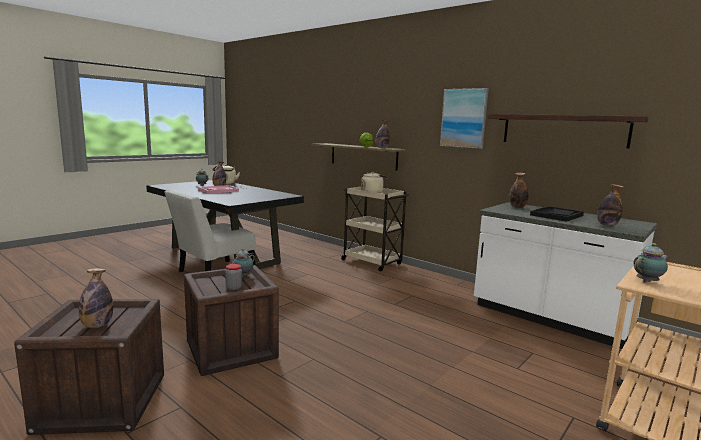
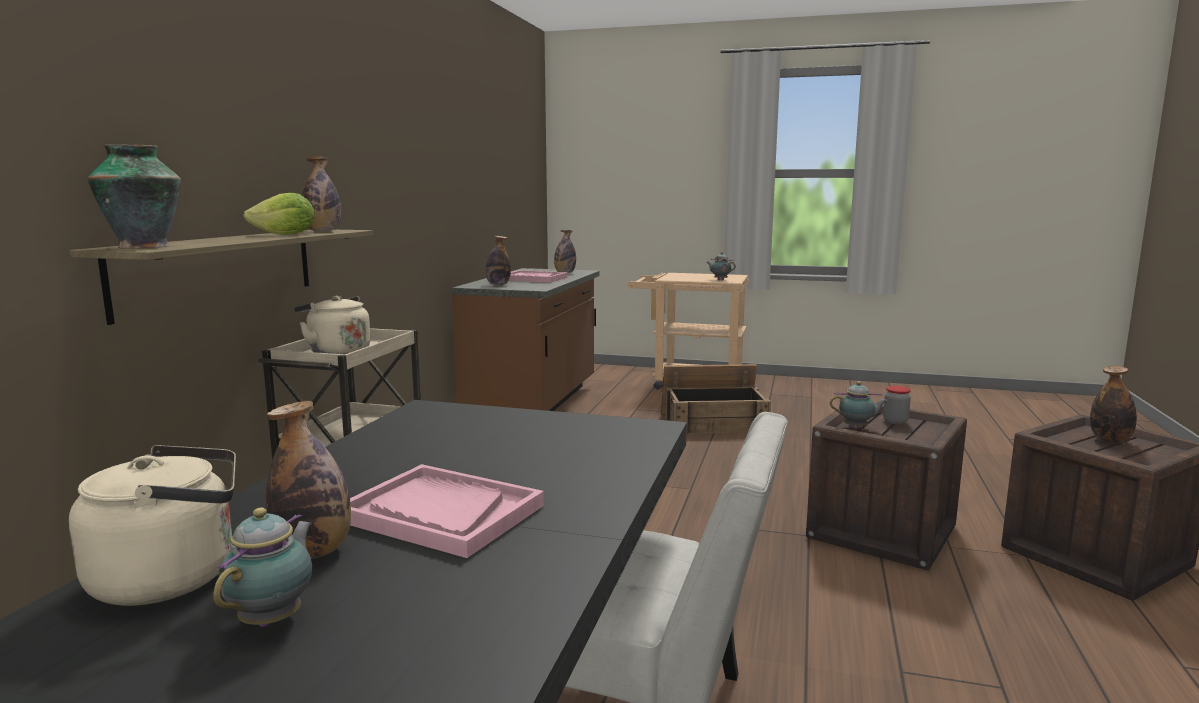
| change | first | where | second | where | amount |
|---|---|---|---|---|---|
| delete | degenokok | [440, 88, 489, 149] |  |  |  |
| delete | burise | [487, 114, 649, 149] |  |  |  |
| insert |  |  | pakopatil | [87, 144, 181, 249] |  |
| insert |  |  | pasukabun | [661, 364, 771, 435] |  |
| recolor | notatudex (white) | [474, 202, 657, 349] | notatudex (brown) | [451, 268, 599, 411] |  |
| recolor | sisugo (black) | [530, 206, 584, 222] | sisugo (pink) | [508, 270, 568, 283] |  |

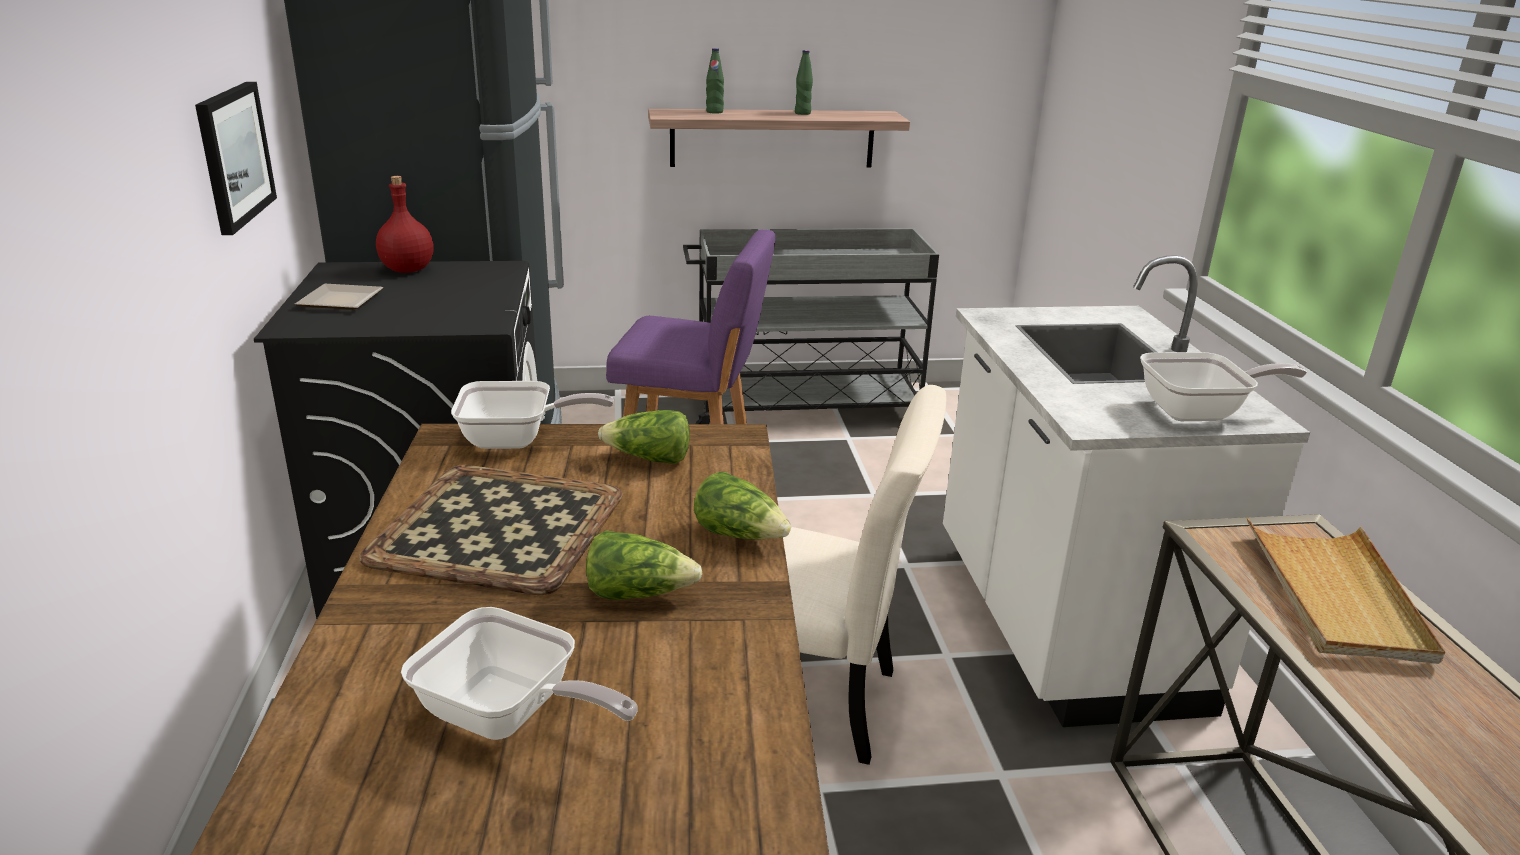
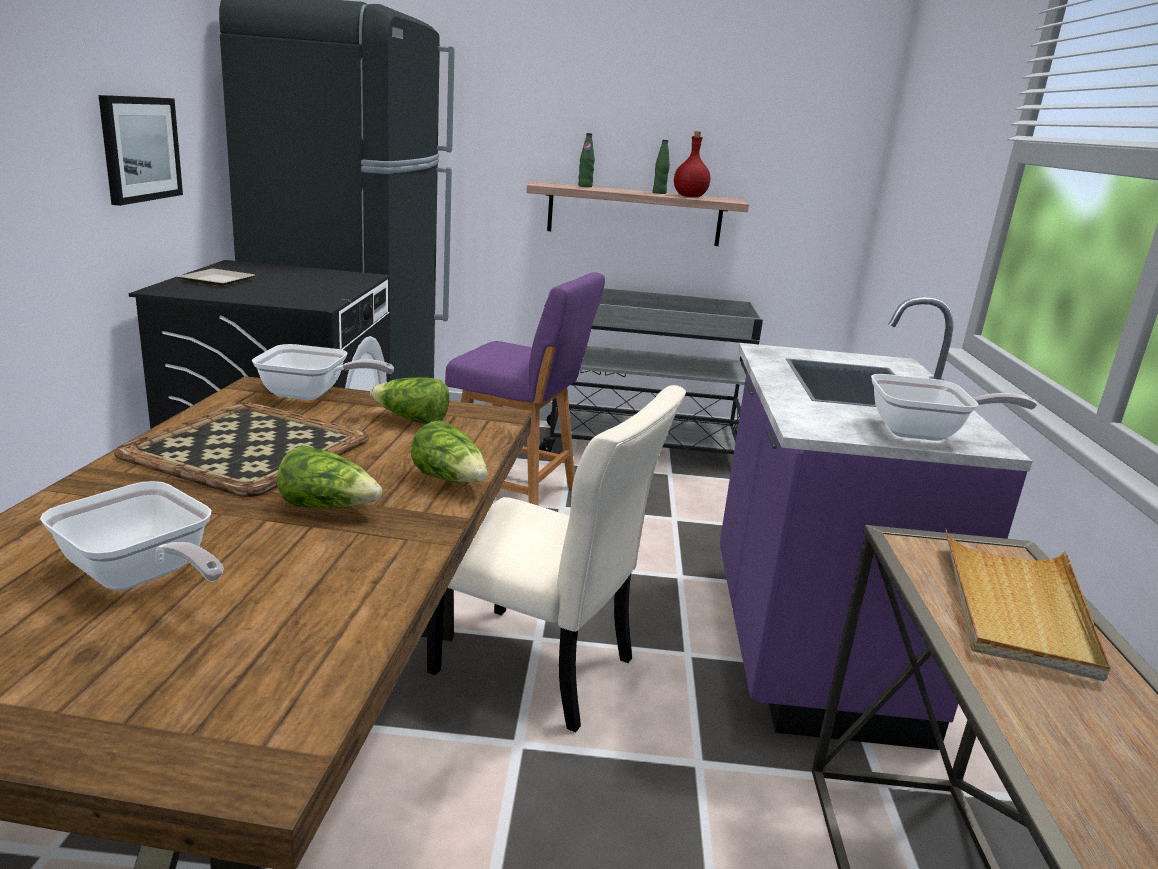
| change | first | where | second | where | amount |
|---|---|---|---|---|---|
| move | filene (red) | [376, 176, 434, 273] |  | [674, 131, 710, 197] |  |
| recolor | notatudex (white) | [943, 255, 1310, 727] | notatudex (purple) | [720, 297, 1033, 750] |  |

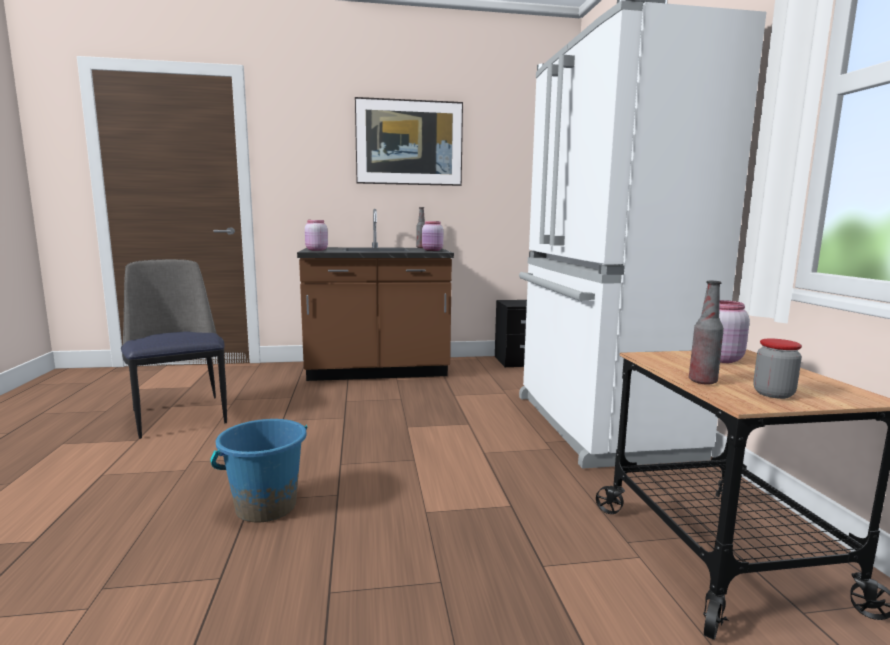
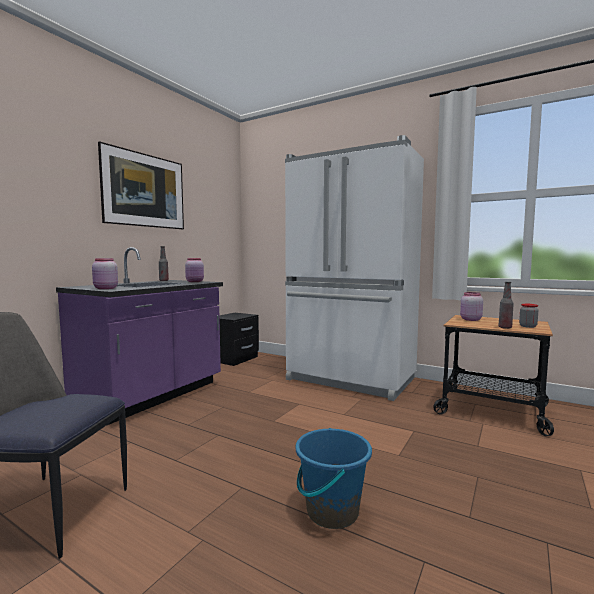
| change | first | where | second | where | amount |
|---|---|---|---|---|---|
| recolor | notatudex (brown) | [297, 209, 454, 381] | notatudex (purple) | [56, 247, 223, 426] |  |

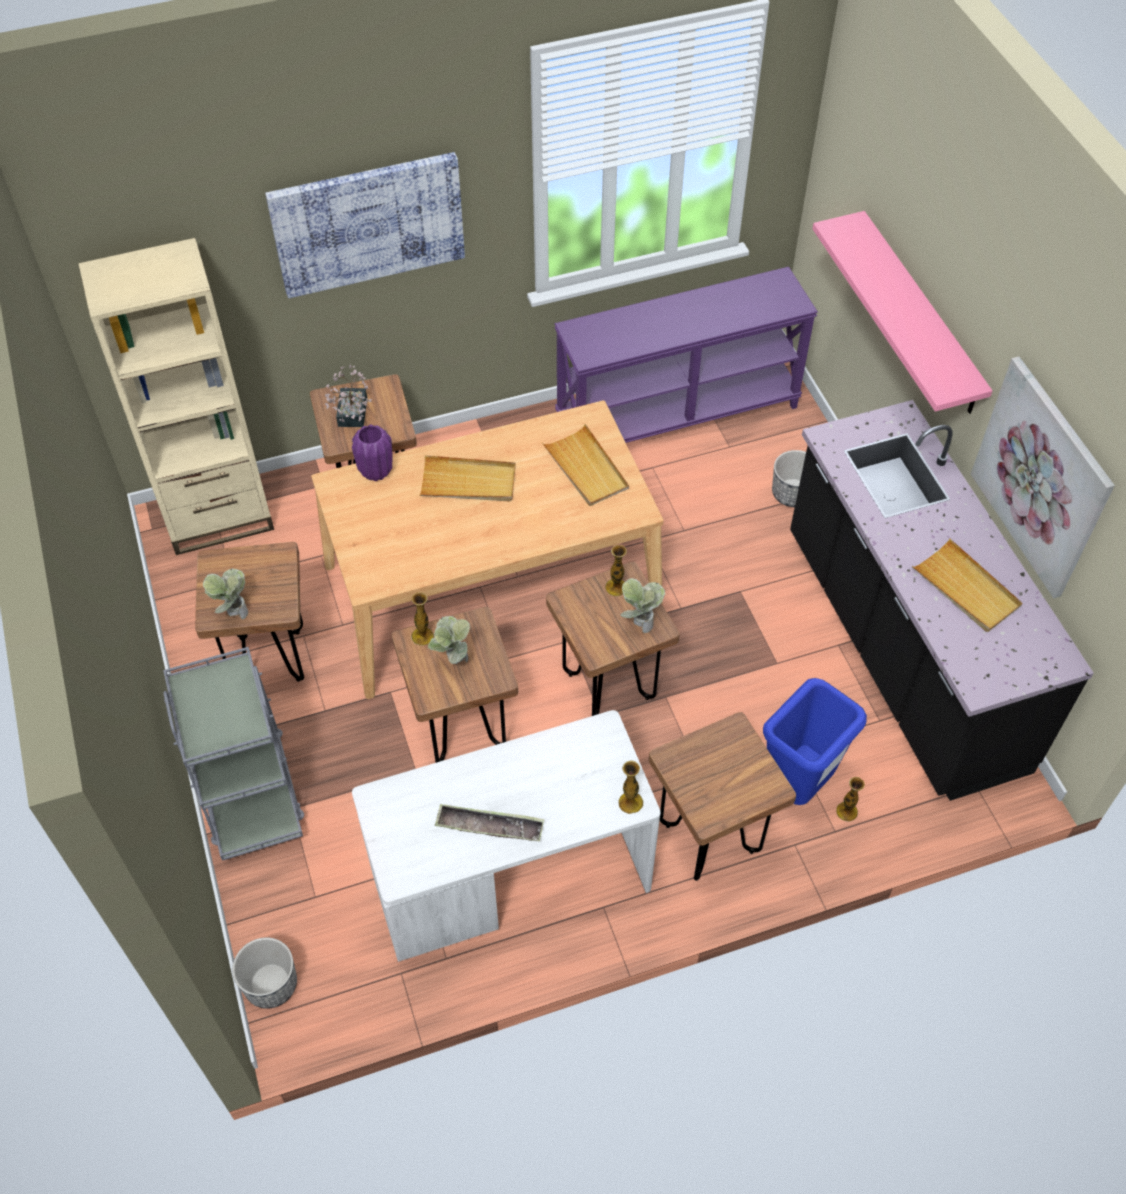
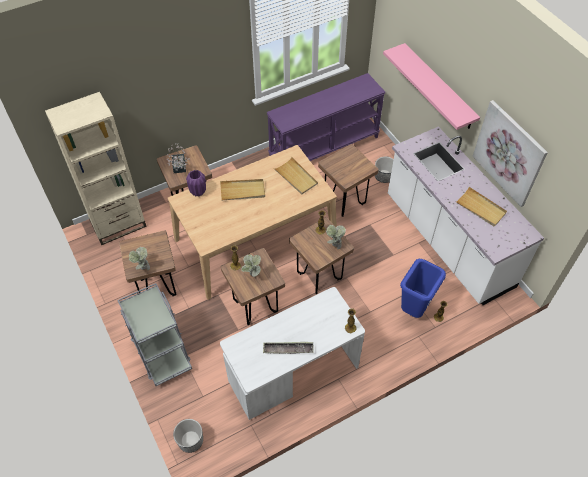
| change | first | where | second | where | amount |
|---|---|---|---|---|---|
| delete | degenokok | [265, 152, 465, 298] |  |  |  |
| move | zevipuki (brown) | [649, 712, 796, 881] |  | [318, 144, 379, 217] |  |
| recolor | notatudex (black) | [790, 400, 1094, 801] | notatudex (white) | [388, 127, 544, 305] |  |

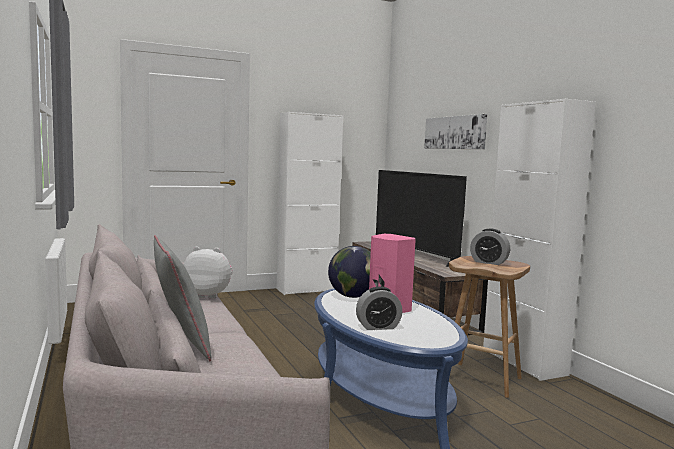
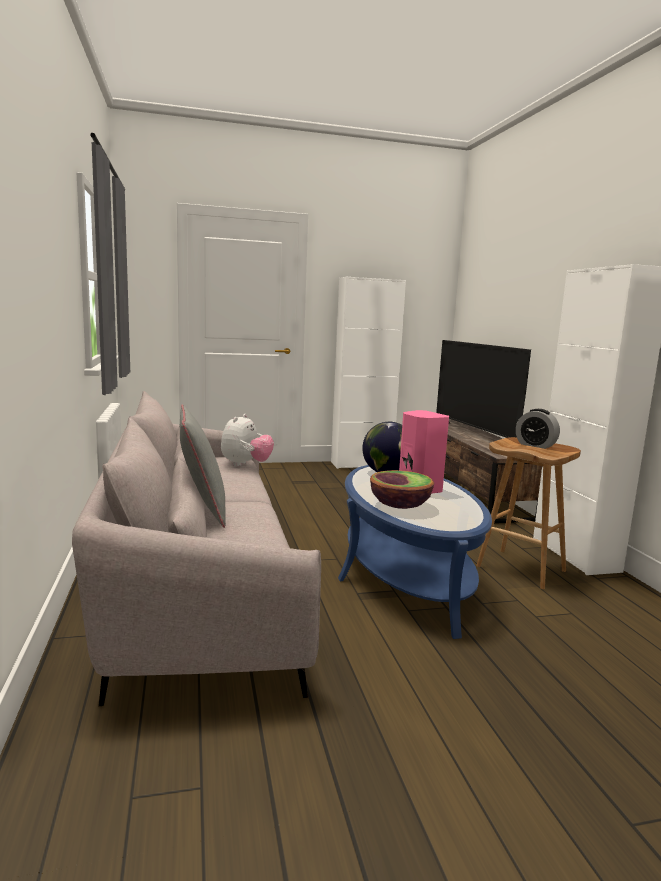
| change | first | where | second | where | amount |
|---|---|---|---|---|---|
| delete | degenokok | [424, 114, 487, 149] |  |  |  |
| replace | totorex | [356, 286, 402, 330] | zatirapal | [370, 470, 434, 509] |  |
| rotate | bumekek | [184, 246, 233, 299] |  | [221, 414, 274, 467] | 90 degrees clockwise |

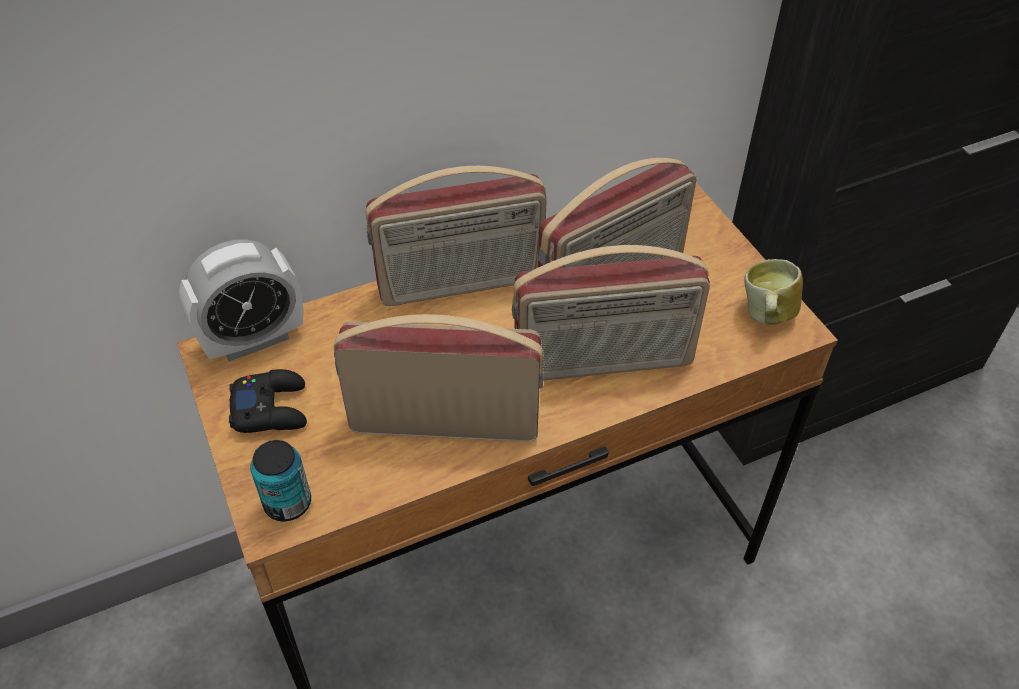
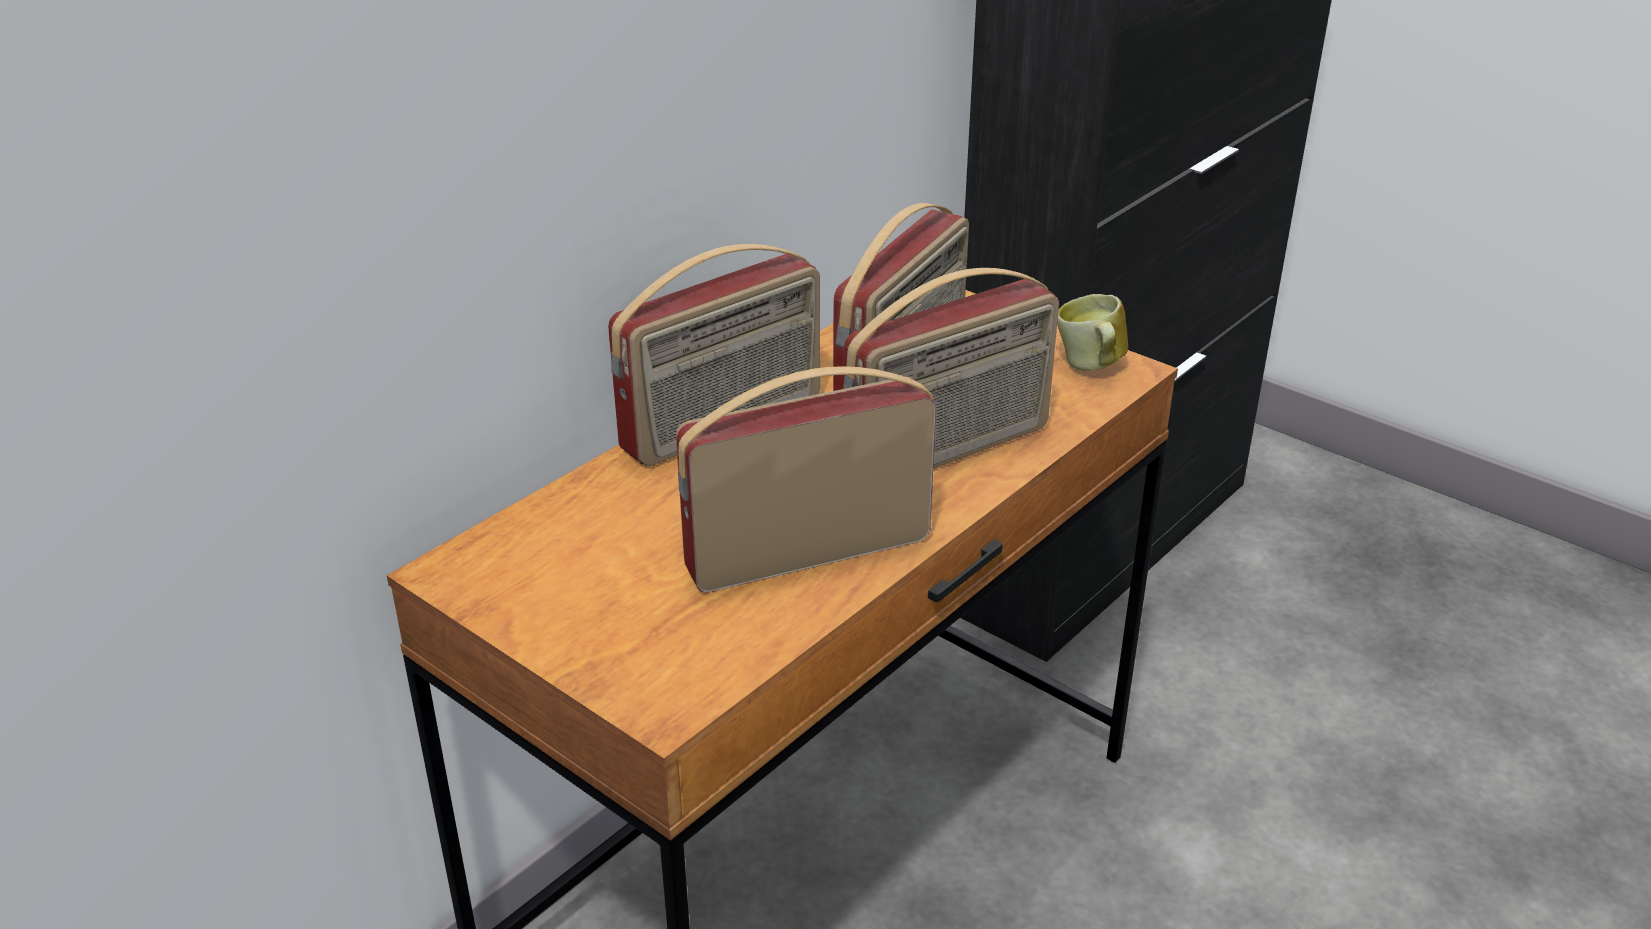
| change | first | where | second | where | amount |
|---|---|---|---|---|---|
| delete | totorex | [179, 240, 303, 362] |  |  |  |
| delete | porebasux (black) | [229, 369, 307, 433] |  |  |  |
| delete | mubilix | [250, 440, 311, 521] |  |  |  |

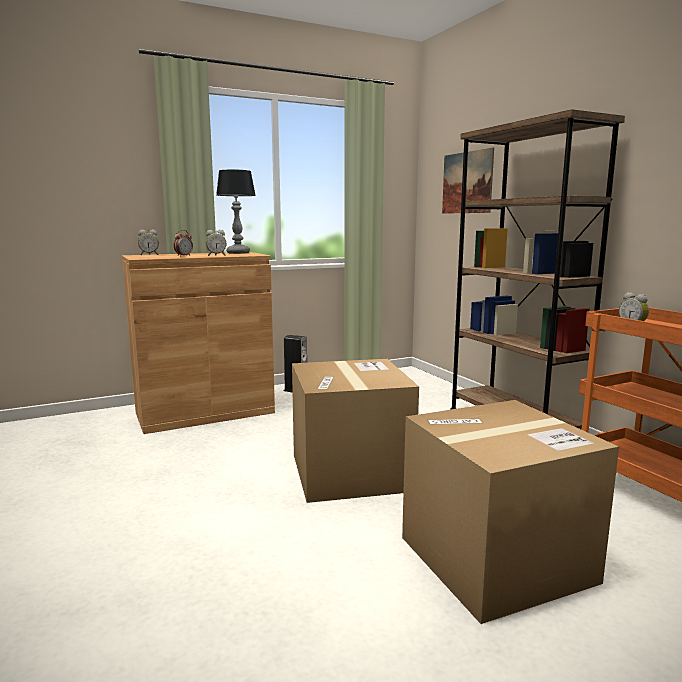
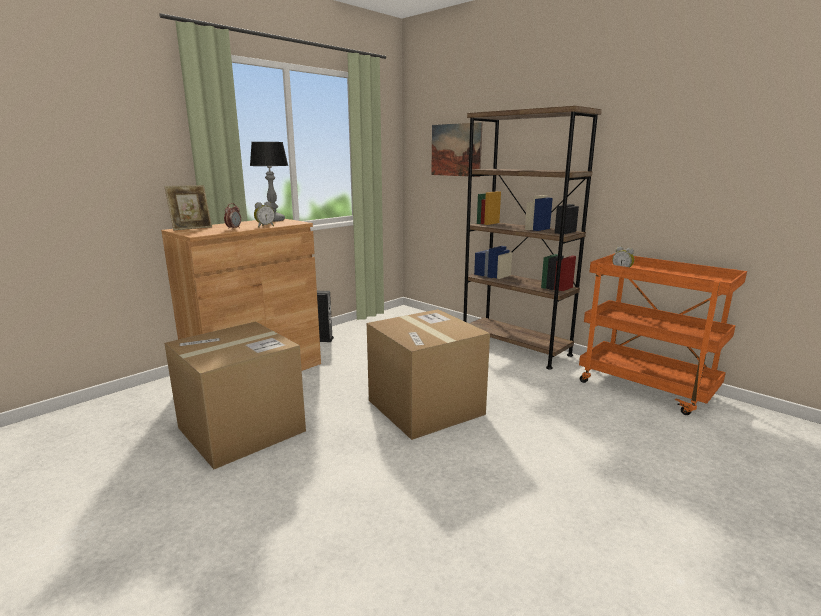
| change | first | where | second | where | amount |
|---|---|---|---|---|---|
| move | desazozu | [402, 400, 619, 624] |  | [164, 322, 306, 469] |  |
| replace | totorex | [138, 230, 159, 255] | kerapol | [165, 185, 212, 230] |  |

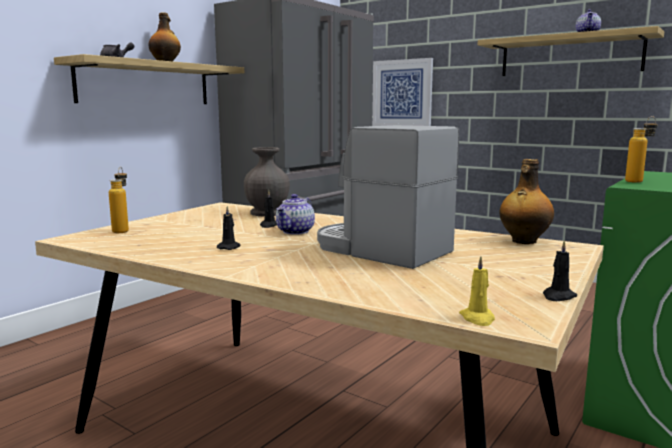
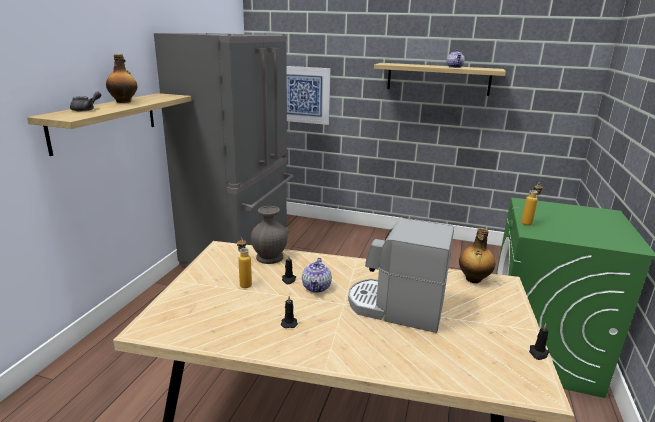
| change | first | where | second | where | amount |
|---|---|---|---|---|---|
| delete | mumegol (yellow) | [459, 256, 495, 326] |  |  |  |
| move | filene | [109, 167, 129, 233] |  | [237, 237, 252, 288] |  |

